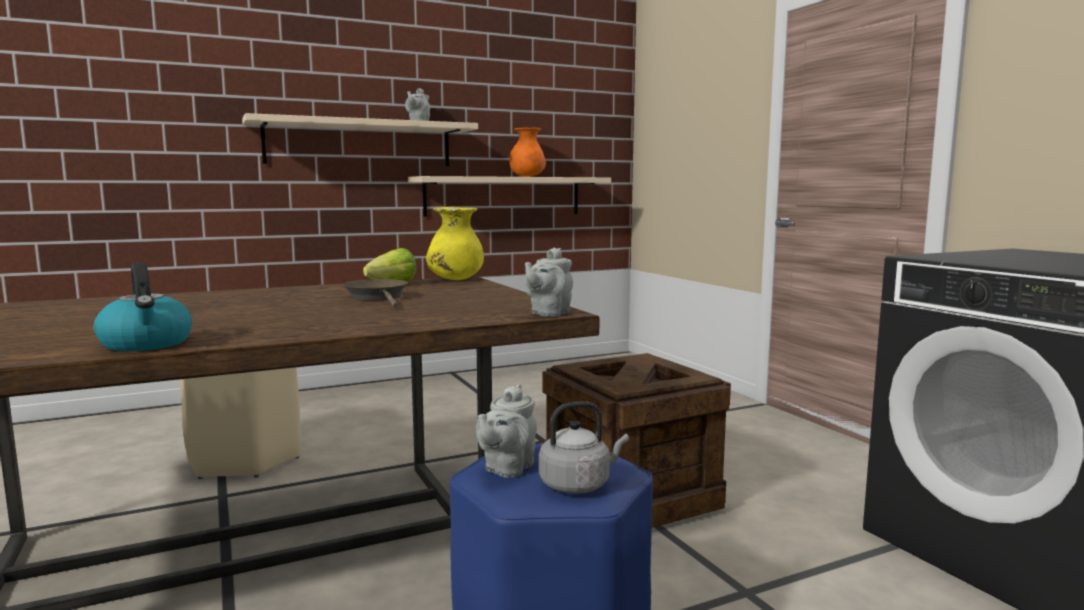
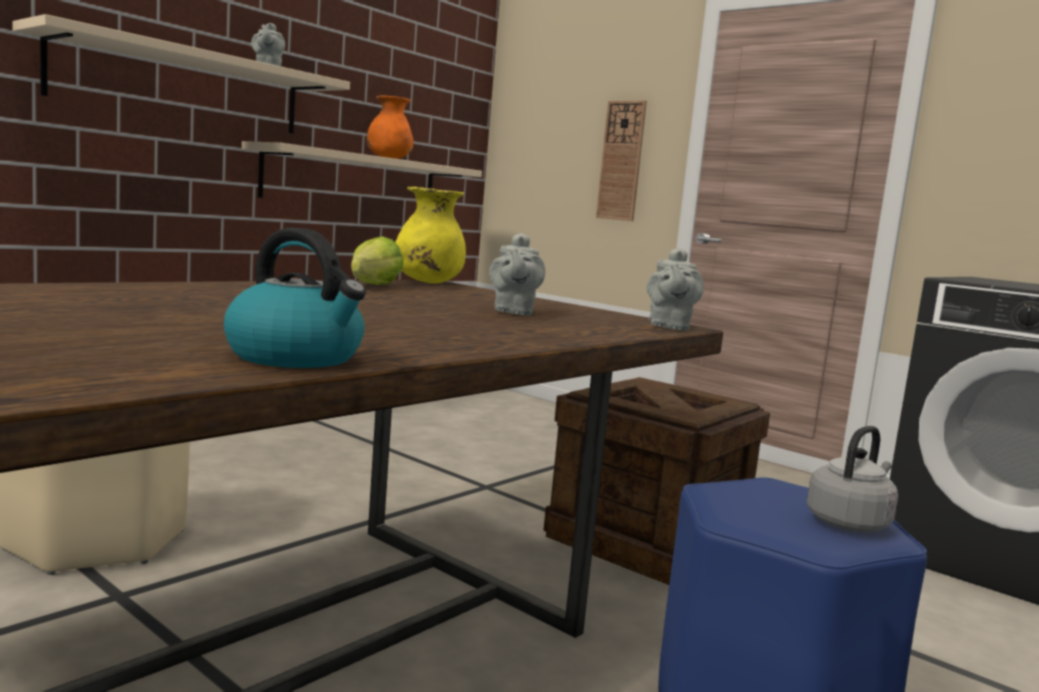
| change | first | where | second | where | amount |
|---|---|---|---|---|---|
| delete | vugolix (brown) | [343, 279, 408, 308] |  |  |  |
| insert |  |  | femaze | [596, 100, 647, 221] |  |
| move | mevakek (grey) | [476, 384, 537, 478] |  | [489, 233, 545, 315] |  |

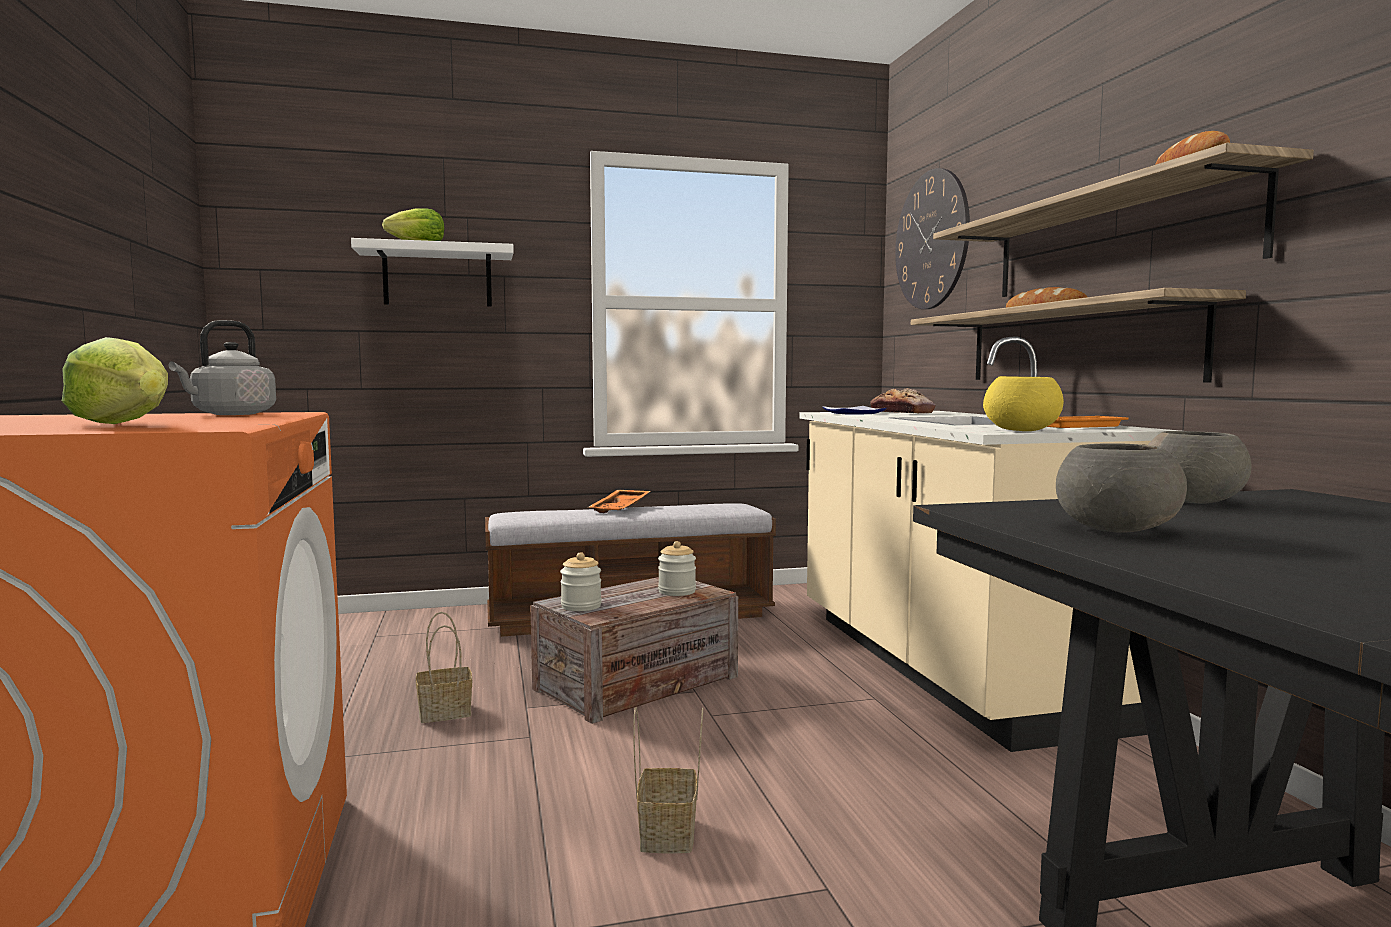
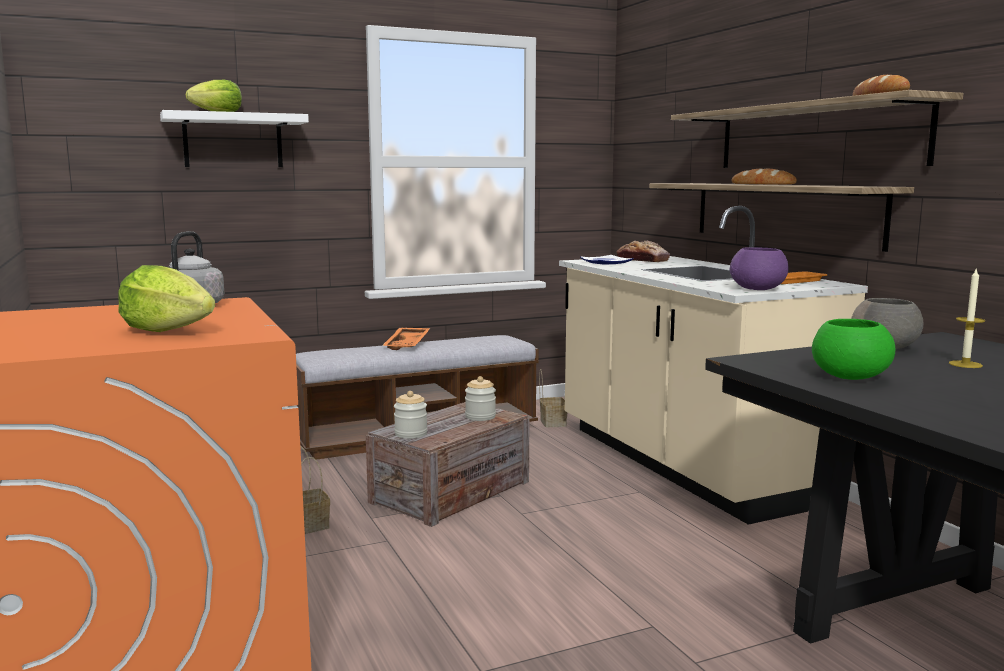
| change | first | where | second | where | amount |
|---|---|---|---|---|---|
| delete | femaze | [895, 168, 970, 309] |  |  |  |
| insert |  |  | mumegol | [949, 268, 985, 368] |  |
| move | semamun | [633, 707, 703, 853] |  | [539, 369, 567, 427] |  |
| recolor | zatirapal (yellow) | [983, 376, 1064, 431] | zatirapal (purple) | [730, 247, 789, 290] |  |
| recolor | zatirapal (grey) | [1056, 443, 1187, 532] | zatirapal (green) | [812, 319, 895, 380] |  |

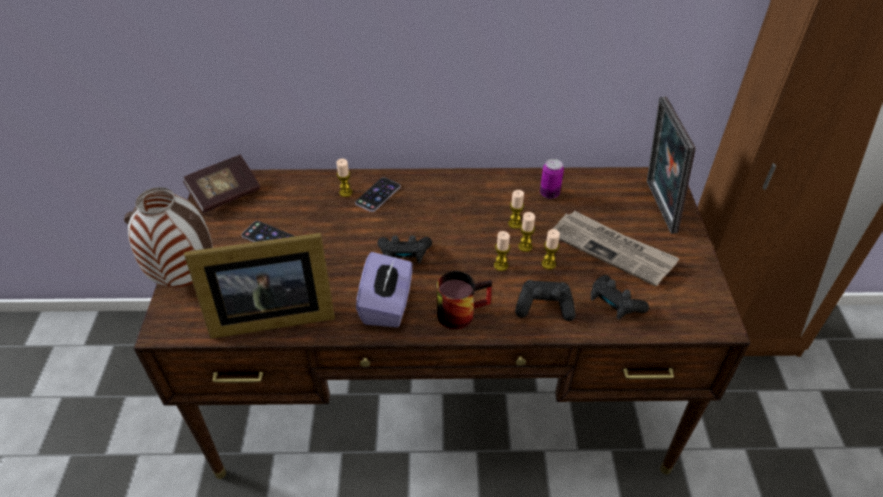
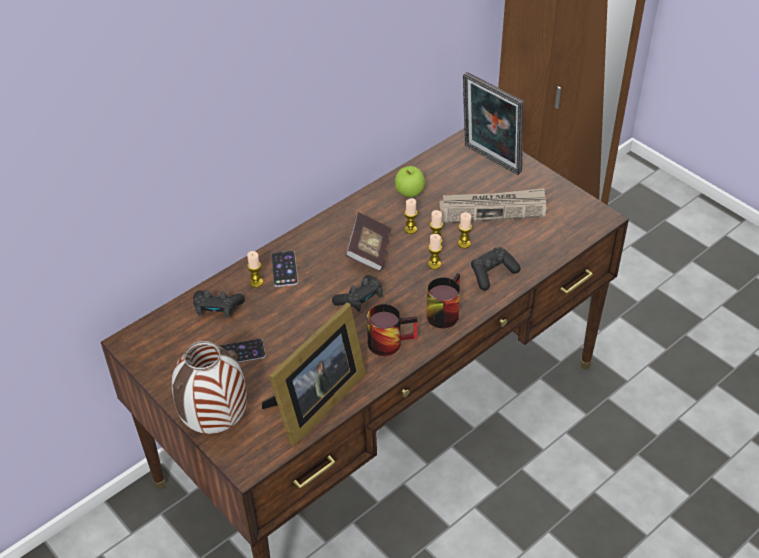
| change | first | where | second | where | amount |
|---|---|---|---|---|---|
| move | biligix | [183, 155, 260, 213] |  | [346, 212, 391, 272] |  |
| move | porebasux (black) | [591, 275, 649, 319] |  | [193, 290, 245, 318] |  |
| replace | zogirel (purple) | [356, 252, 412, 327] | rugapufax | [367, 304, 418, 356] |  |
| replace | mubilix | [540, 159, 564, 199] | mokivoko | [395, 166, 425, 198] |  |

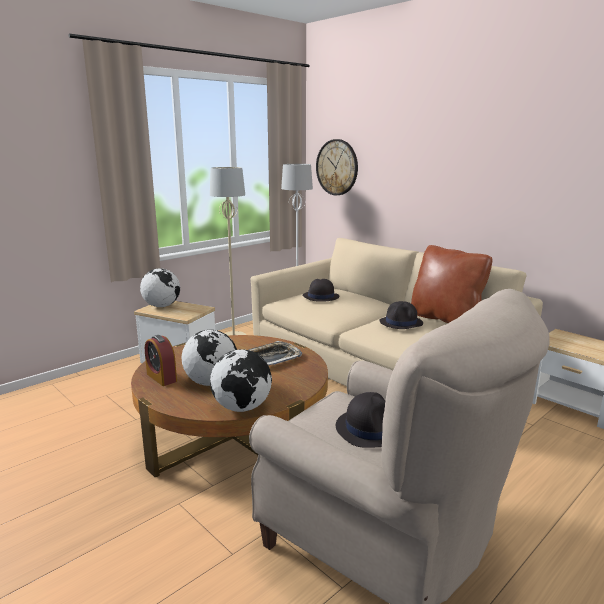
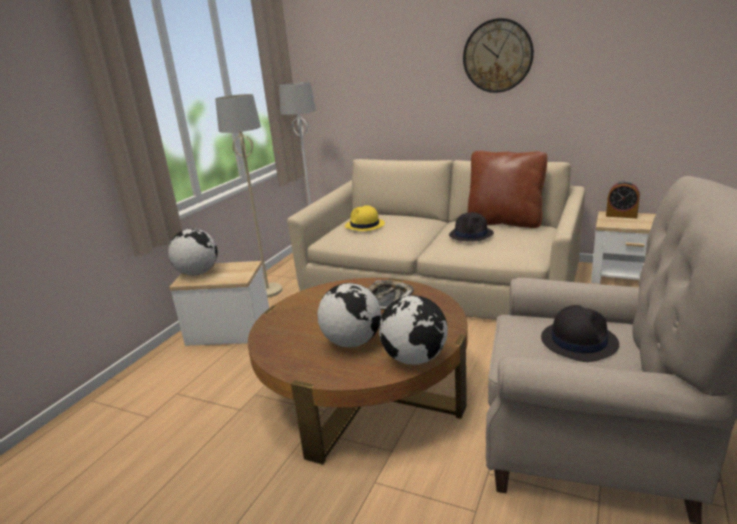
| change | first | where | second | where | amount |
|---|---|---|---|---|---|
| move | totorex | [145, 335, 177, 386] |  | [606, 181, 640, 218] |  |
| move | femaze | [316, 139, 358, 195] |  | [463, 18, 534, 93] |  |
| recolor | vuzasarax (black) | [302, 279, 340, 302] | vuzasarax (yellow) | [345, 205, 385, 231] |  |

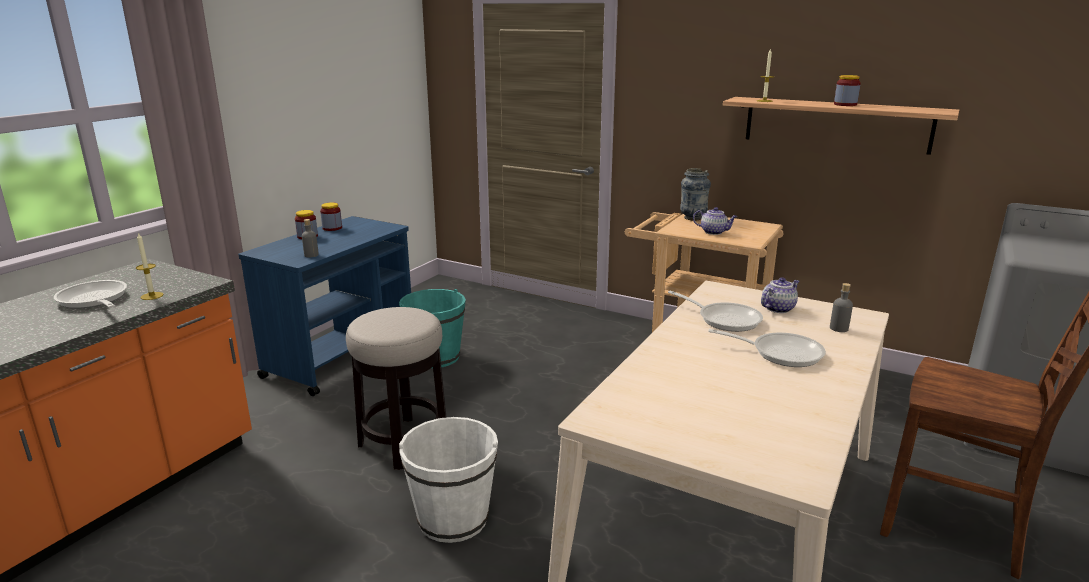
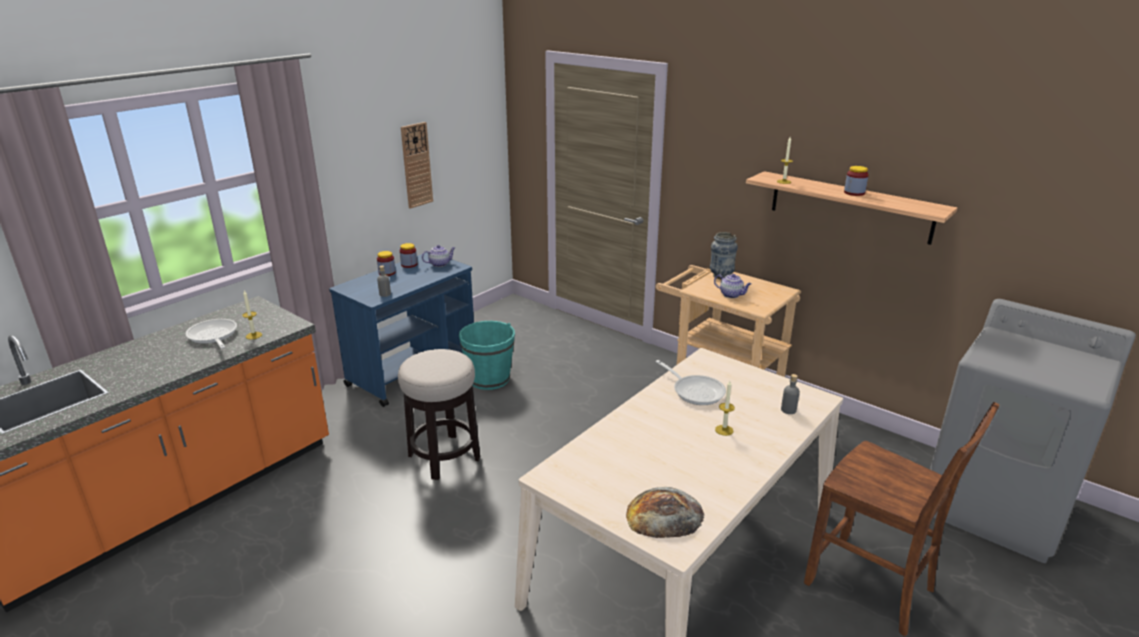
| change | first | where | second | where | amount |
|---|---|---|---|---|---|
| delete | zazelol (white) | [399, 417, 498, 543] |  |  |  |
| insert |  |  | femaze | [401, 122, 433, 209] |  |
| insert |  |  | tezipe | [626, 487, 705, 538] |  |
| move | mevakek | [761, 278, 799, 313] |  | [422, 245, 455, 267] |  |
| replace | vugolix | [708, 329, 826, 367] | mumegol | [715, 381, 735, 436] |  |

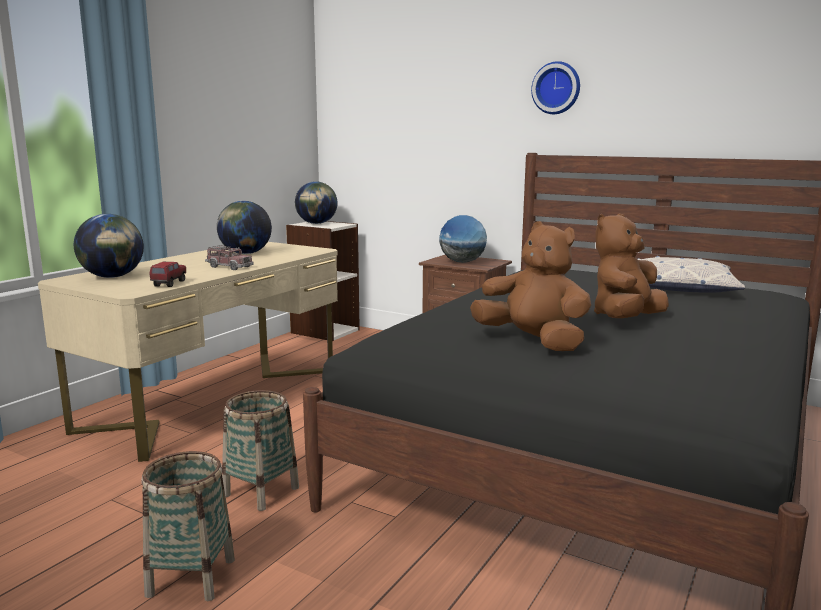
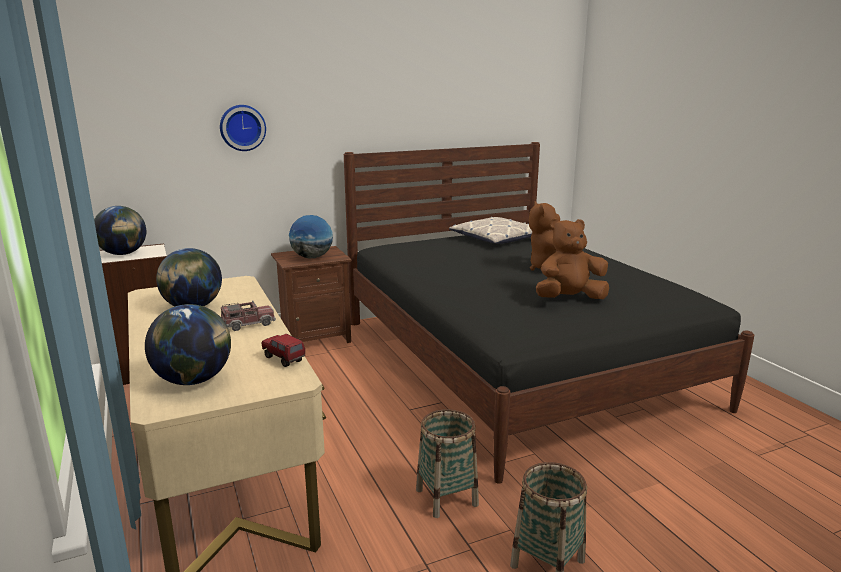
| change | first | where | second | where | amount |
|---|---|---|---|---|---|
| move | femaze | [531, 61, 580, 114] |  | [220, 105, 266, 151] |  |

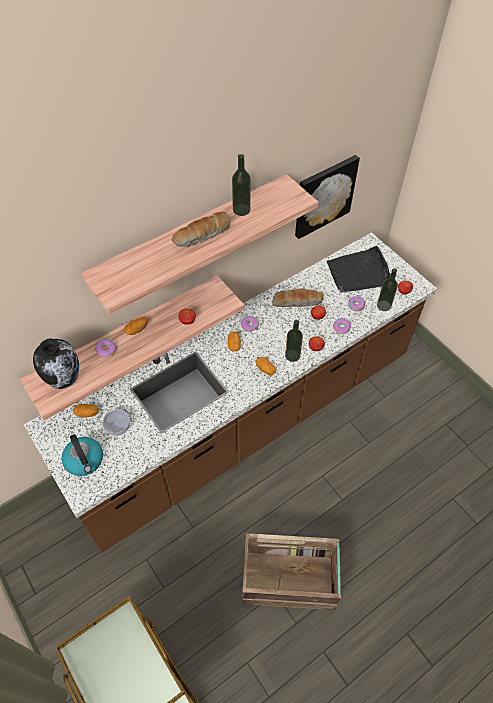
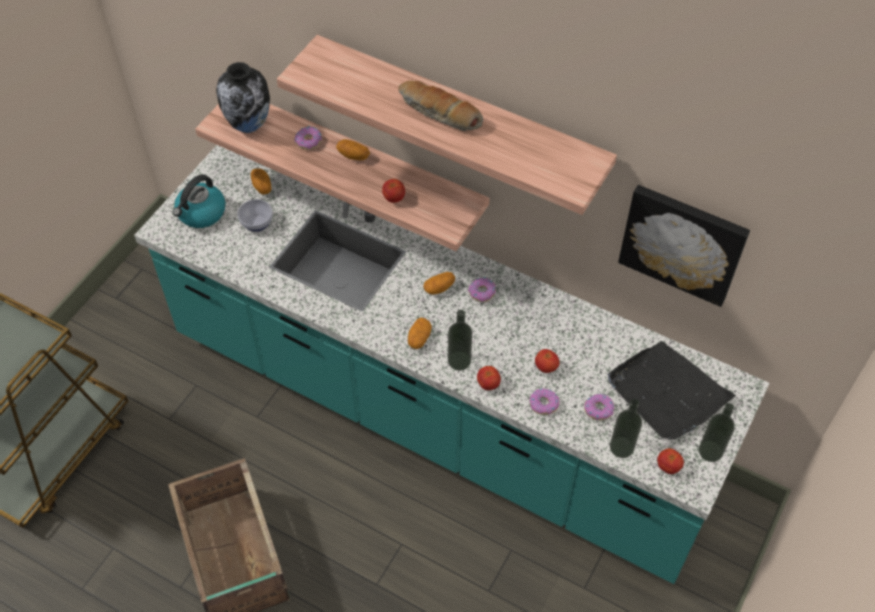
| change | first | where | second | where | amount |
|---|---|---|---|---|---|
| delete | tezipe | [272, 288, 324, 307] |  |  |  |
| move | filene | [232, 154, 251, 216] |  | [699, 403, 735, 462] |  |
| recolor | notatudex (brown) | [24, 232, 437, 553] | notatudex (turquoise) | [134, 145, 770, 584] |  |

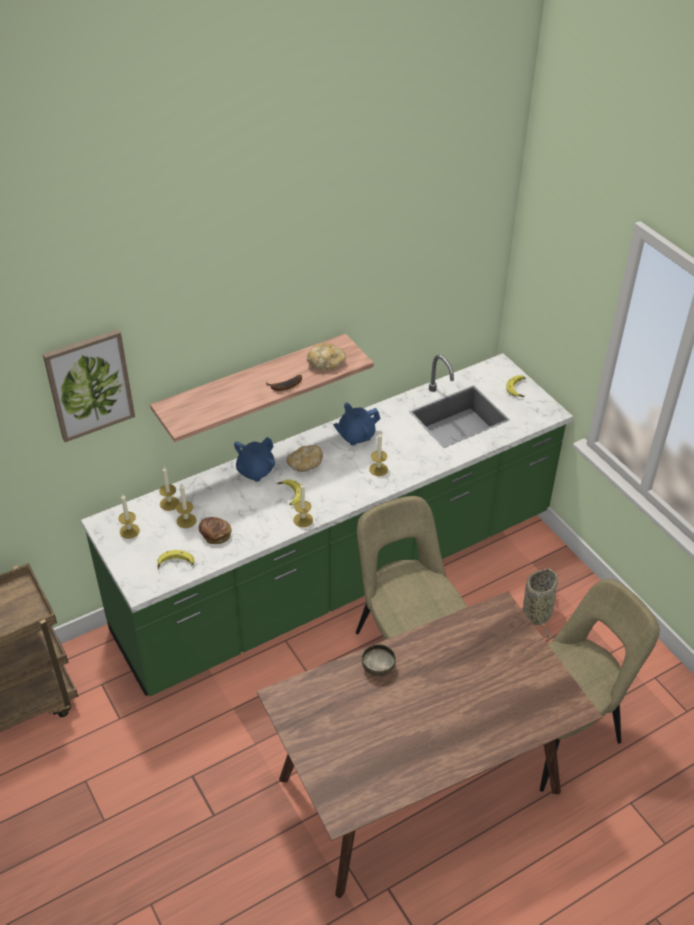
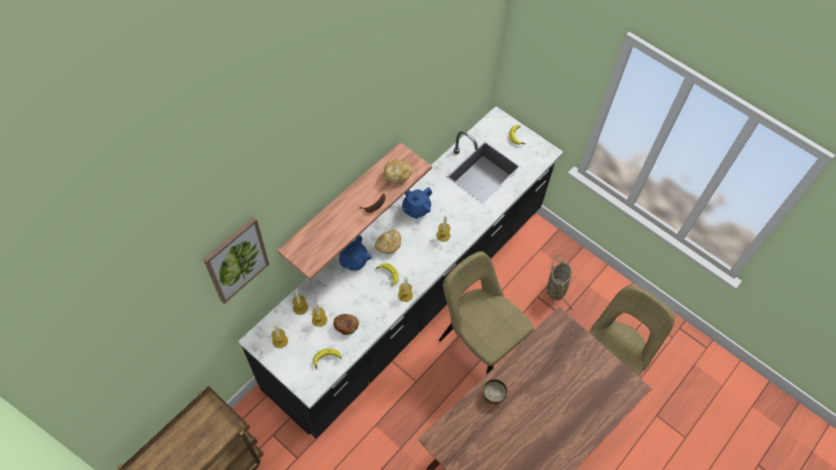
| change | first | where | second | where | amount |
|---|---|---|---|---|---|
| recolor | notatudex (green) | [81, 353, 573, 697] | notatudex (black) | [238, 106, 563, 439] |  |

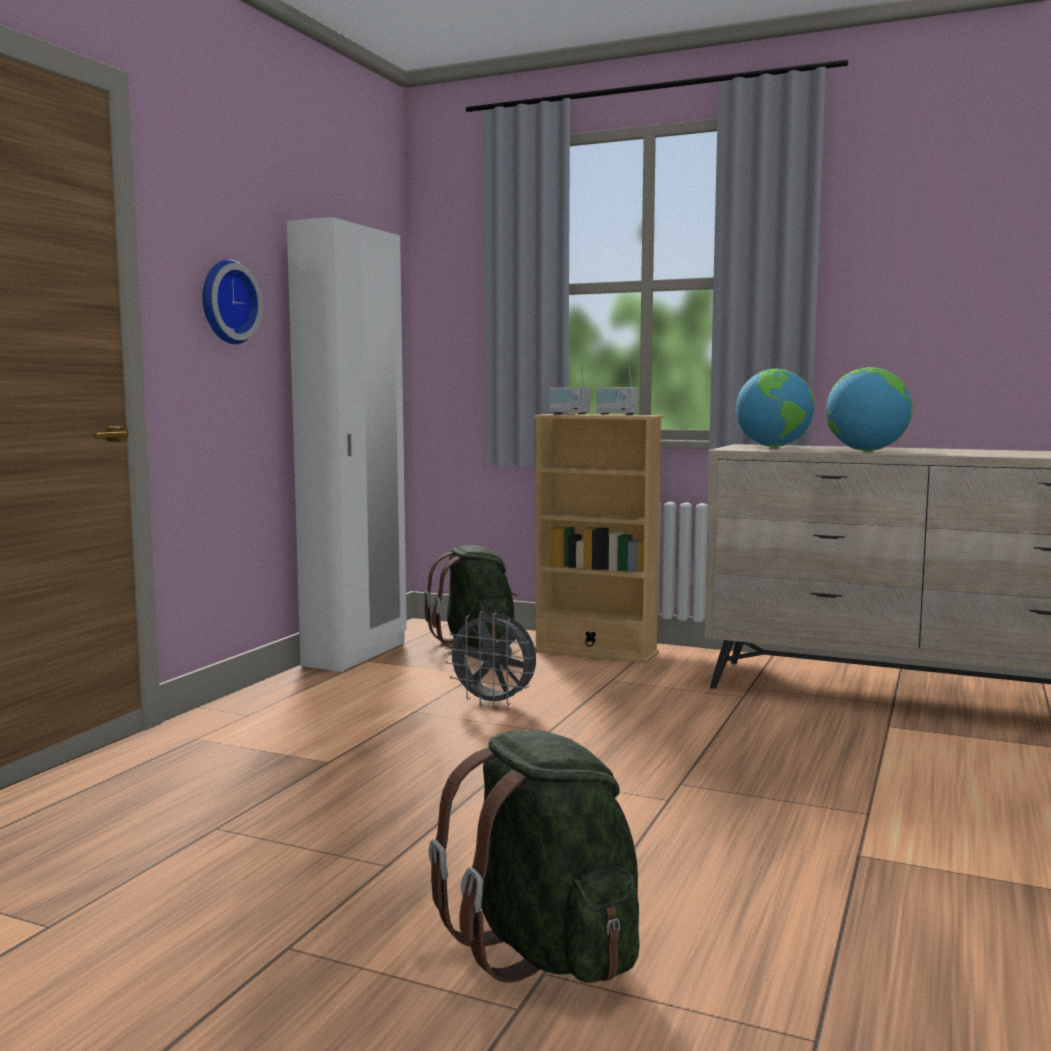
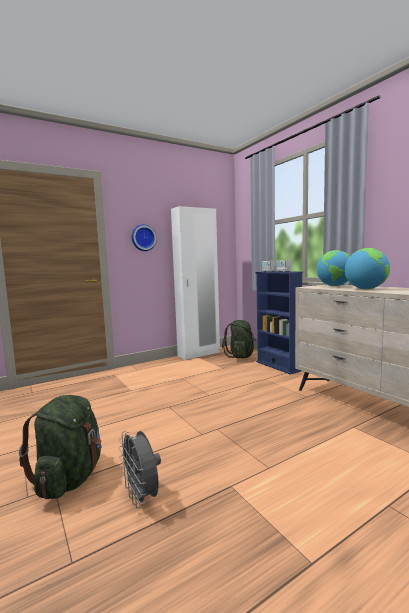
| change | first | where | second | where | amount |
|---|---|---|---|---|---|
| move | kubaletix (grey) | [445, 611, 536, 708] |  | [119, 431, 161, 508] |  |
| recolor | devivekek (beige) | [533, 414, 663, 664] | devivekek (blue) | [255, 271, 303, 375] |  |

